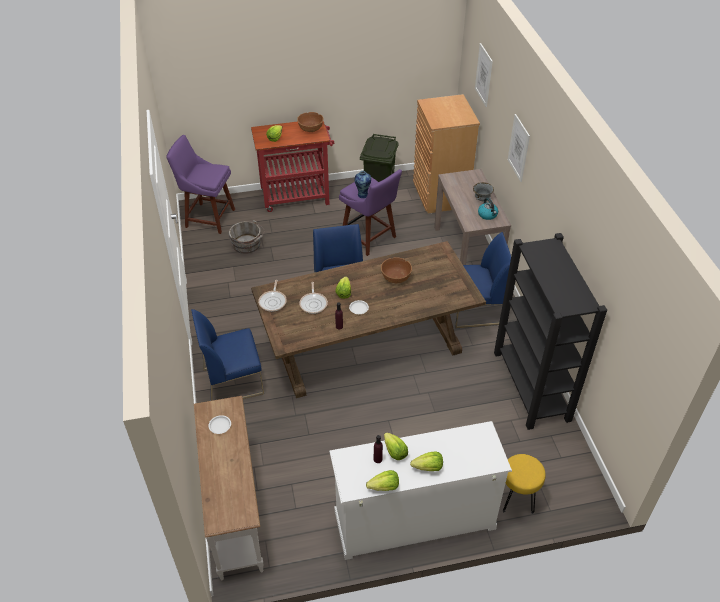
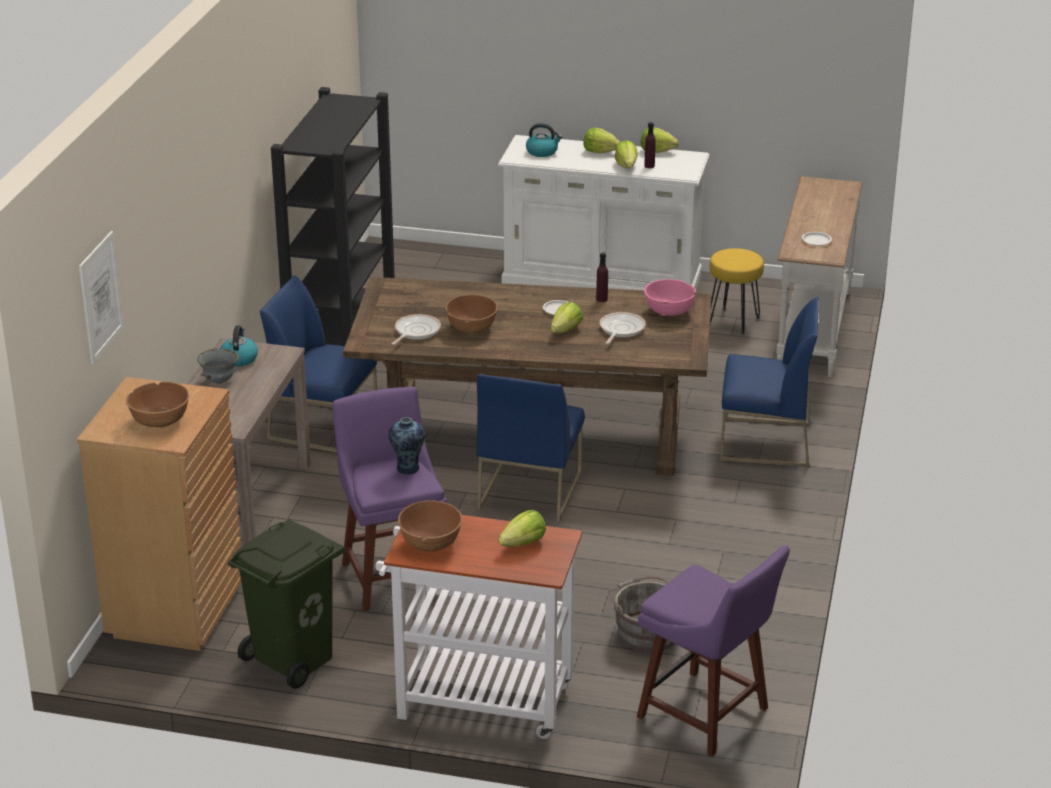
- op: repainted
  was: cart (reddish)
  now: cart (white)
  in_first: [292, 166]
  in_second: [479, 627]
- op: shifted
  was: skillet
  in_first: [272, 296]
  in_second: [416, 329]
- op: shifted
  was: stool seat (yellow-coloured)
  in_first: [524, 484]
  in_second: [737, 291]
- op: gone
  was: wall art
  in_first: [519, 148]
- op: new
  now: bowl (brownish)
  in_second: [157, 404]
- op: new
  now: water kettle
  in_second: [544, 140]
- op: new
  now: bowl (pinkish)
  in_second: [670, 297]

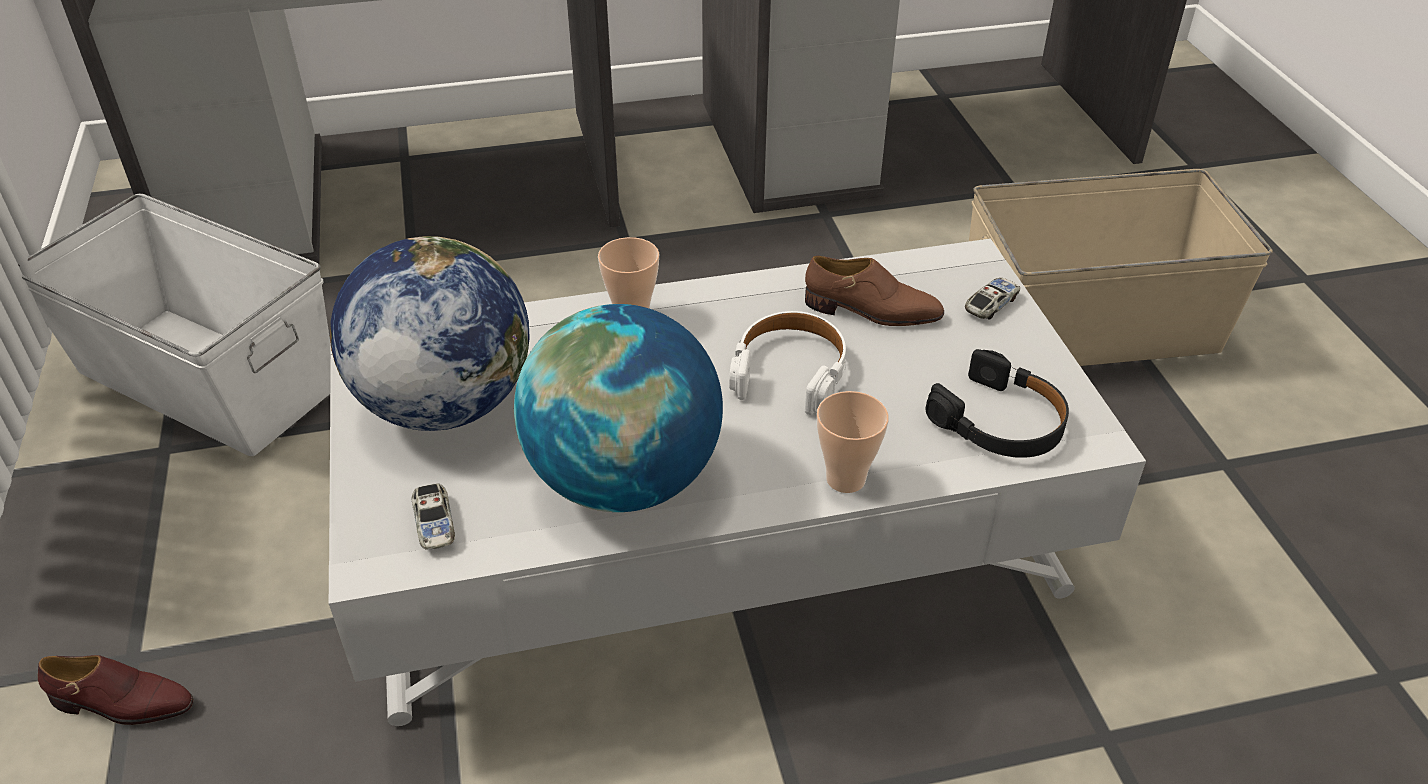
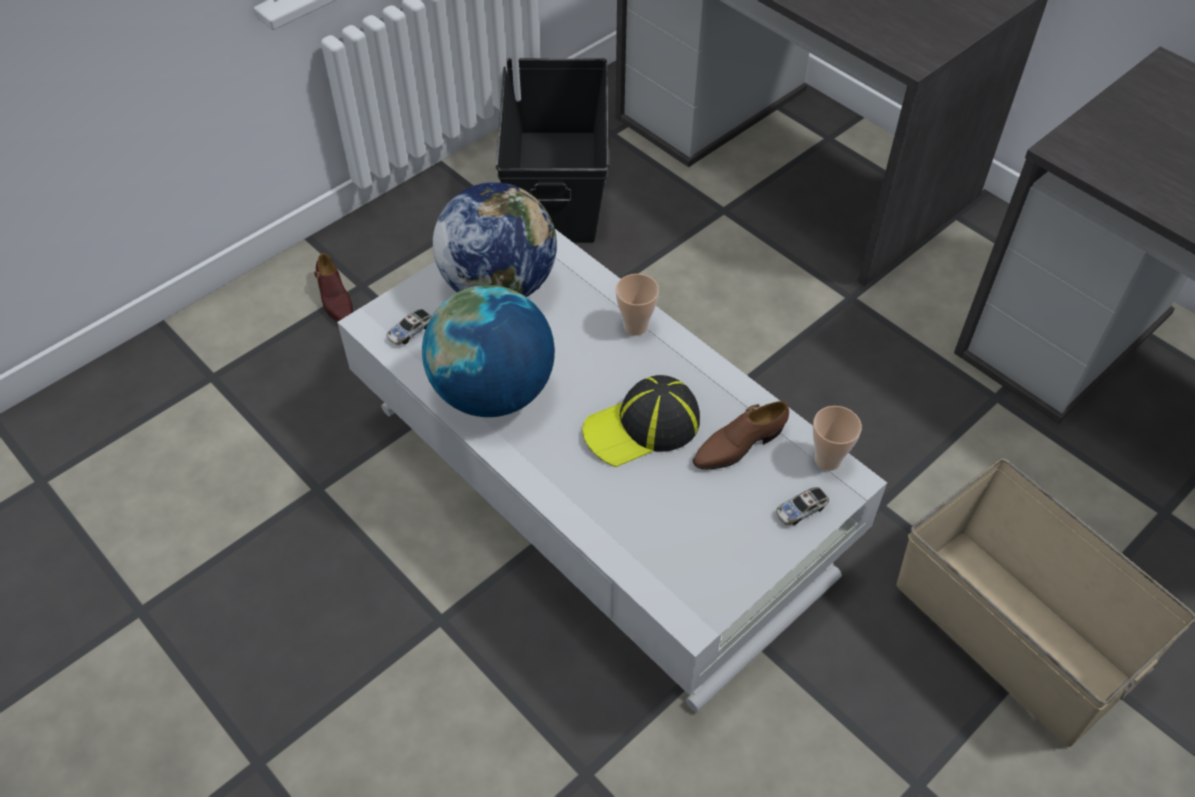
- op: repainted
  was: storage bin (white)
  now: storage bin (blackish)
  in_first: [174, 325]
  in_second: [552, 150]
- op: swapped
  was: headset (white)
  now: cap
  in_first: [787, 363]
  in_second: [641, 421]
- op: rotated
  was: low shoe (brownish)
  in_first: [874, 291]
  in_second: [741, 435]
  clockwise: 75
- op: shifted
  was: cup
  in_first: [853, 442]
  in_second: [837, 438]
- op: gone
  was: headset (blackish)
  in_first: [997, 403]
- op: rotated
  was: toy car
  in_first: [992, 299]
  in_second: [802, 506]
  clockwise: 135

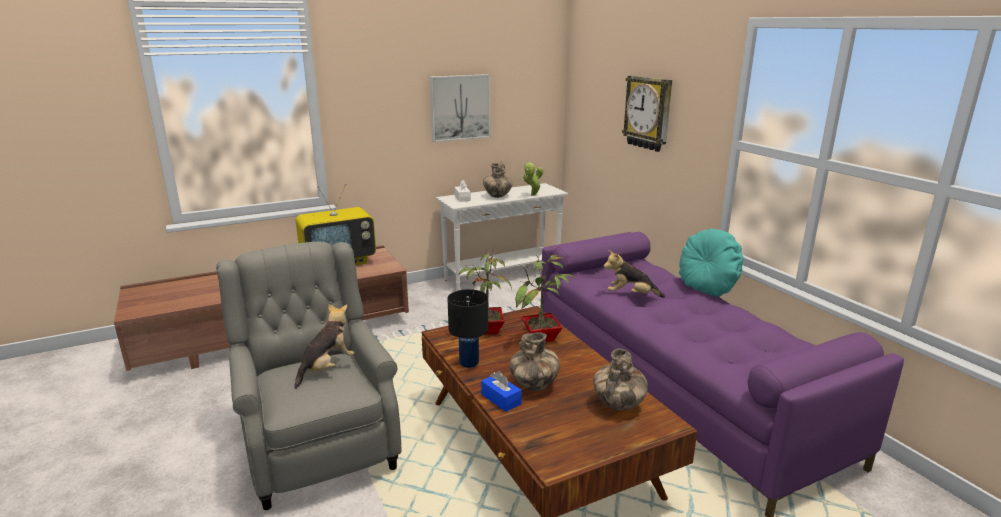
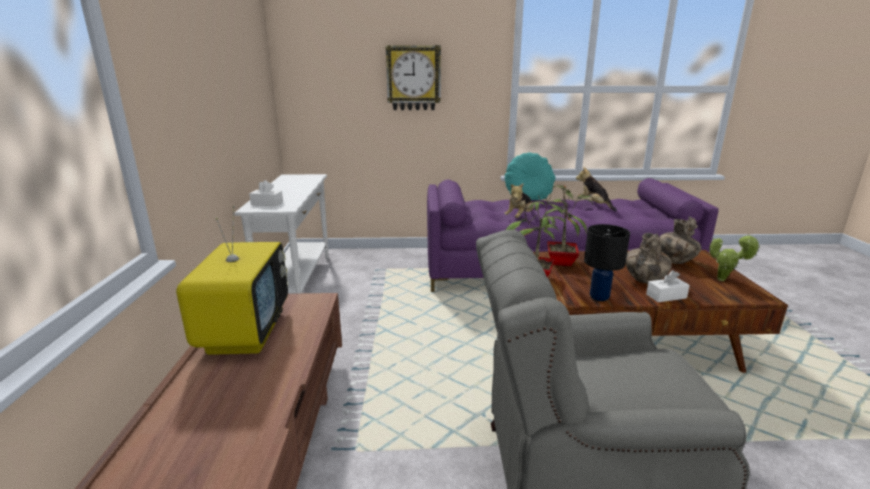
- op: shifted
  was: plush toy
  in_first: [324, 346]
  in_second: [596, 189]
- op: gone
  was: wall art
  in_first: [460, 108]
- op: repainted
  was: tissue box (blue-coloured)
  now: tissue box (white)
  in_first: [501, 391]
  in_second: [668, 286]
- op: gone
  was: flower vase
  in_first: [498, 180]
- op: shifted
  was: potted plant
  in_first: [533, 179]
  in_second: [735, 257]

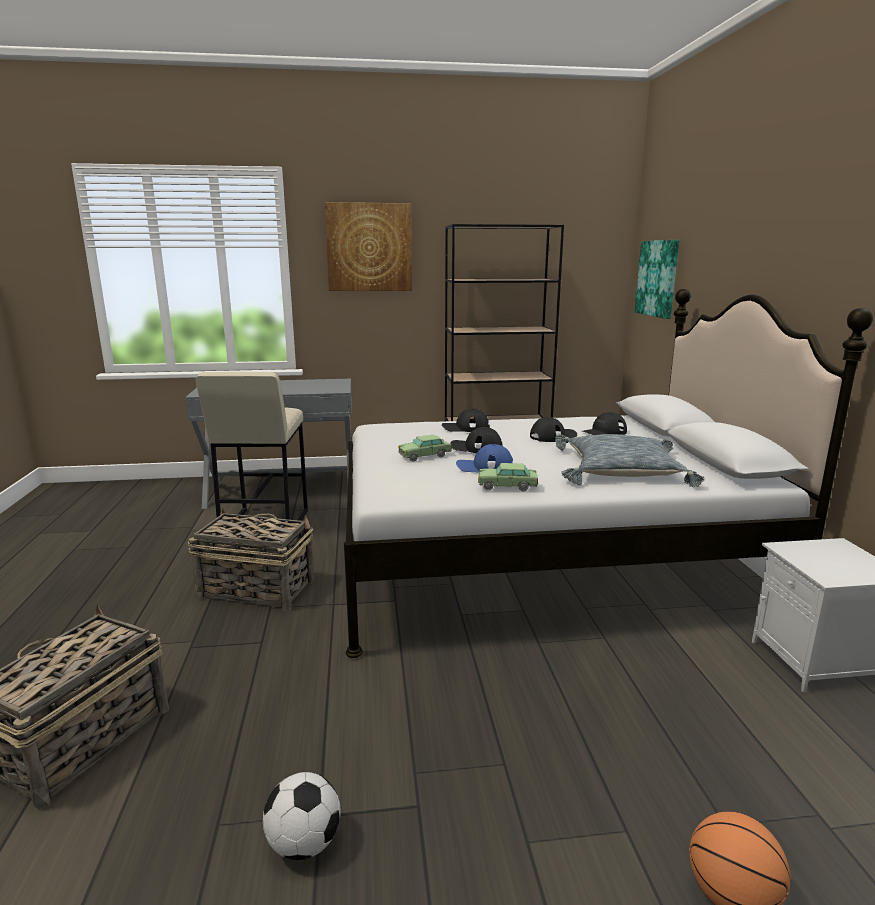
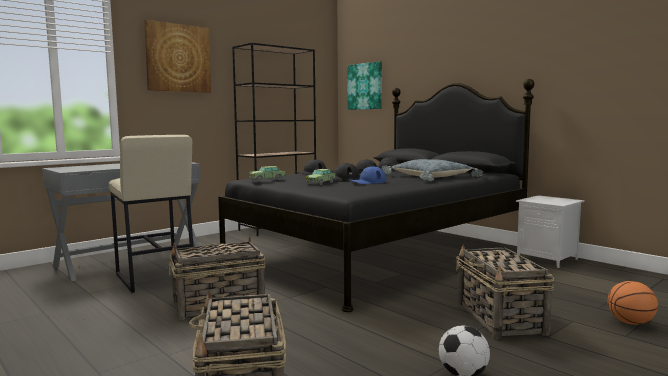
- op: repainted
  was: bedroom bed (white)
  now: bedroom bed (blackish)
  in_first: [608, 473]
  in_second: [376, 195]
- op: shifted
  was: toy car
  in_first: [508, 477]
  in_second: [267, 173]
- op: new
  now: storage basket
  in_second: [505, 291]

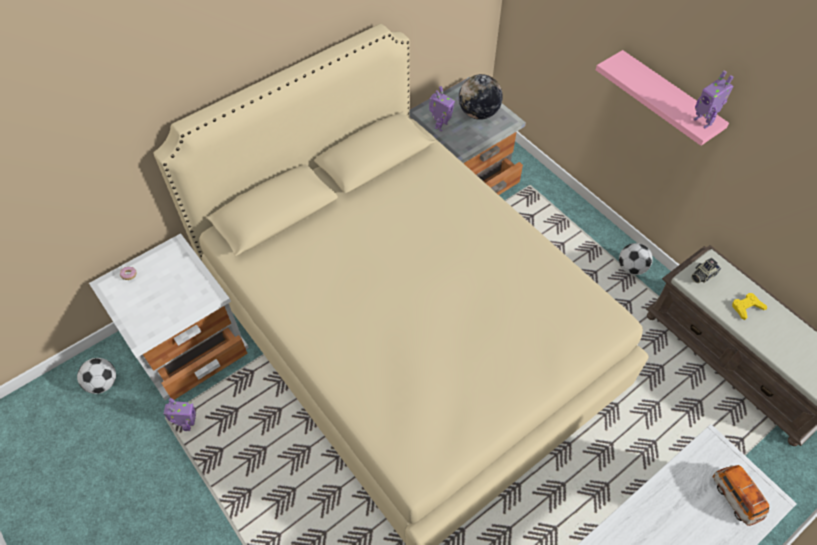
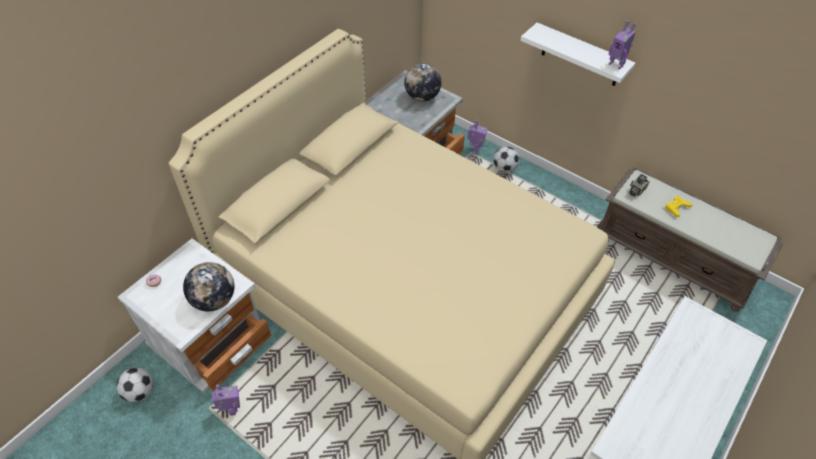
- op: shifted
  was: model robot
  in_first: [442, 109]
  in_second: [478, 137]
- op: repainted
  was: wall shelf (pinkish)
  now: wall shelf (white)
  in_first: [662, 98]
  in_second: [577, 54]
- op: shifted
  was: football ball
  in_first: [636, 259]
  in_second: [506, 159]
- op: gone
  was: toy car
  in_first: [741, 495]
- op: new
  now: desk globe
  in_second: [209, 286]

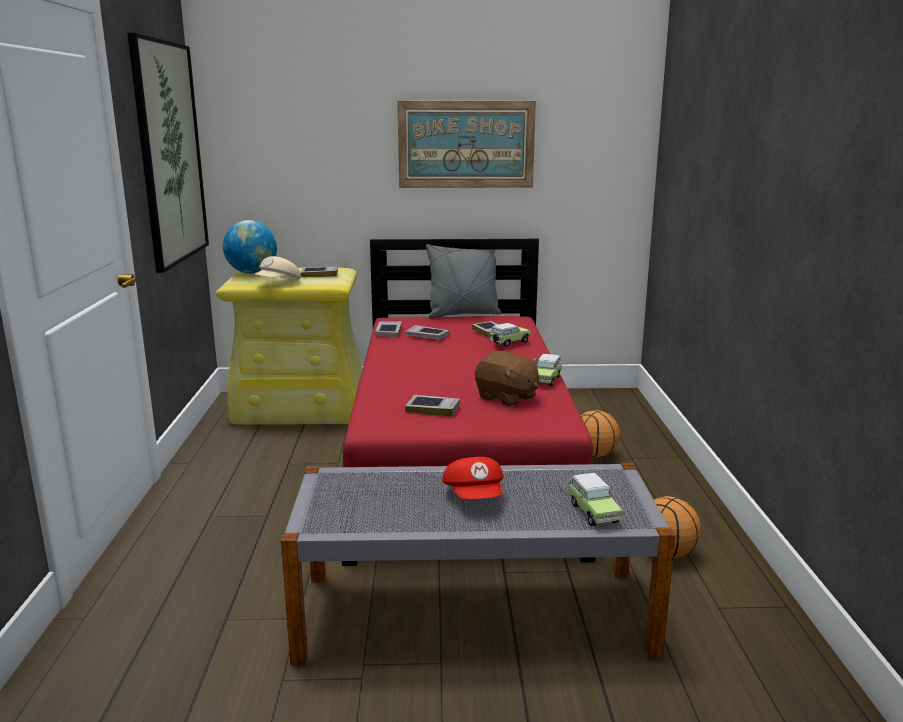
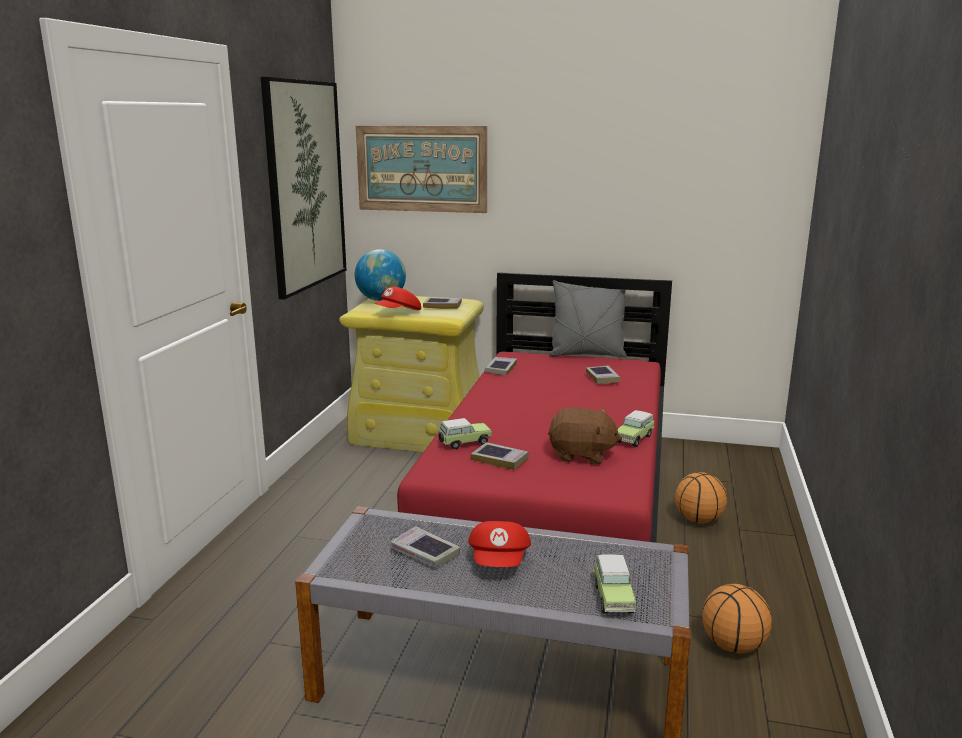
- op: repainted
  was: cap (beige)
  now: cap (reddish)
  in_first: [277, 268]
  in_second: [397, 298]
- op: shifted
  was: wall art
  in_first: [466, 144]
  in_second: [421, 169]
- op: shifted
  was: bound book
  in_first: [427, 332]
  in_second: [425, 547]
- op: rotated
  was: plush toy (brownish)
  in_first: [507, 379]
  in_second: [585, 435]
  clockwise: -45
- op: shifted
  was: toy car
  in_first: [510, 335]
  in_second: [465, 433]

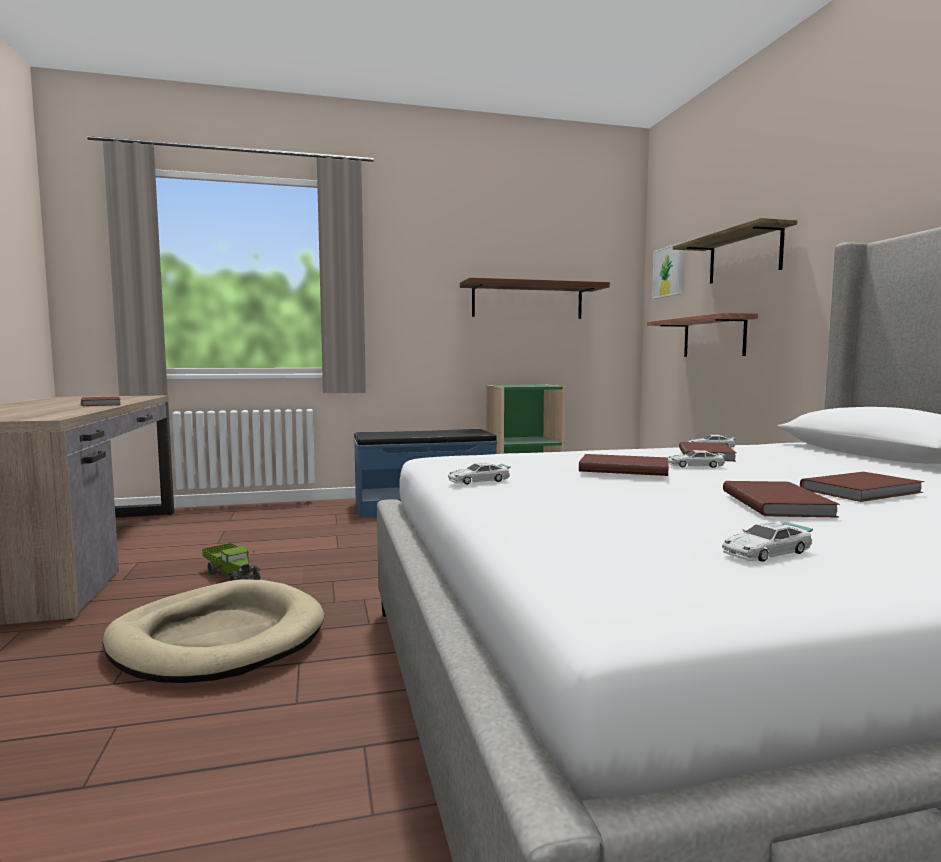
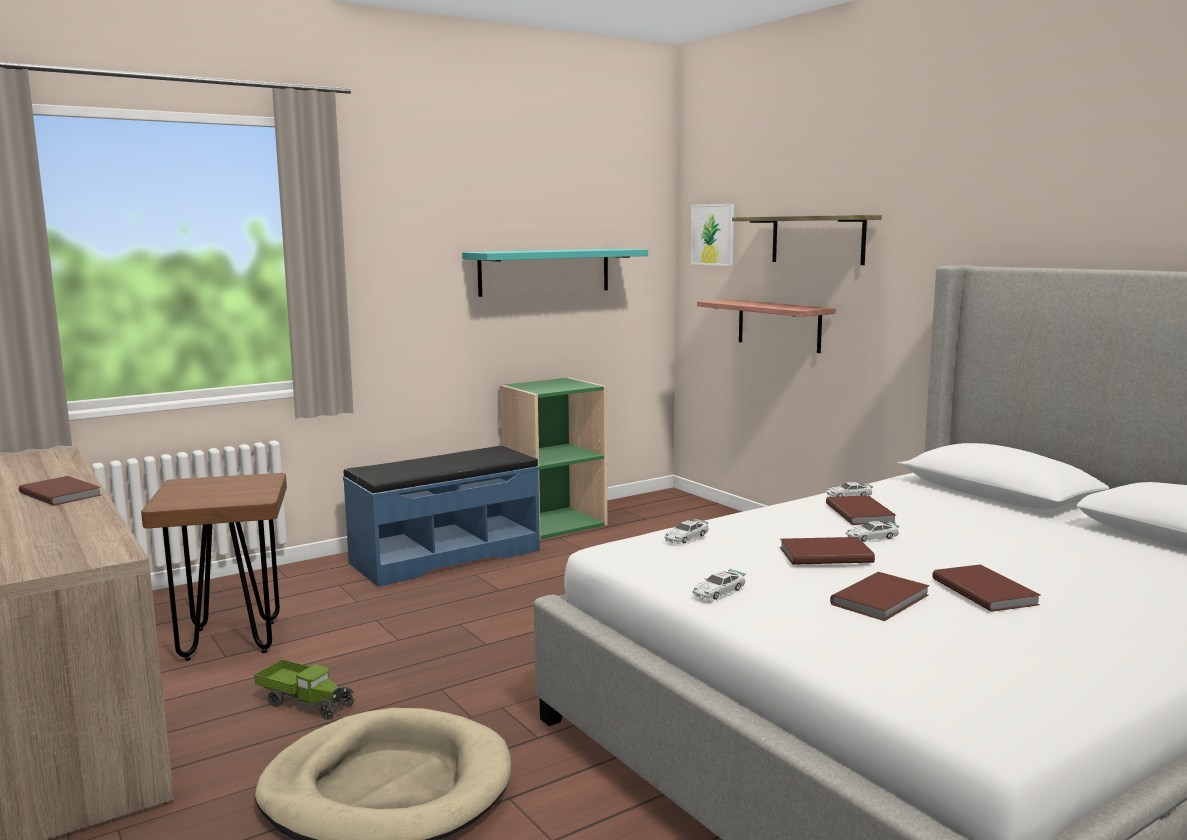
- op: repainted
  was: wall shelf (brownish)
  now: wall shelf (blue-green)
  in_first: [535, 298]
  in_second: [555, 273]
- op: shifted
  was: toy car
  in_first: [767, 542]
  in_second: [686, 531]
- op: shifted
  was: bound book (brownish)
  in_first: [862, 487]
  in_second: [880, 596]
- op: new
  now: stool seat (brownish)
  in_second: [214, 567]

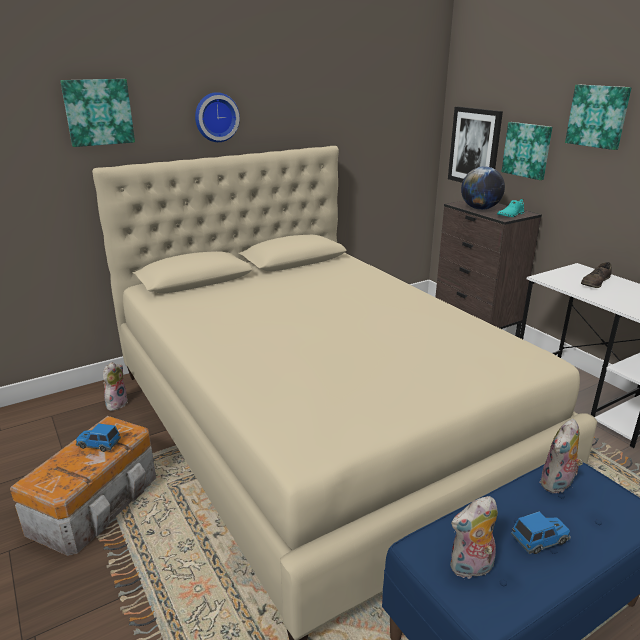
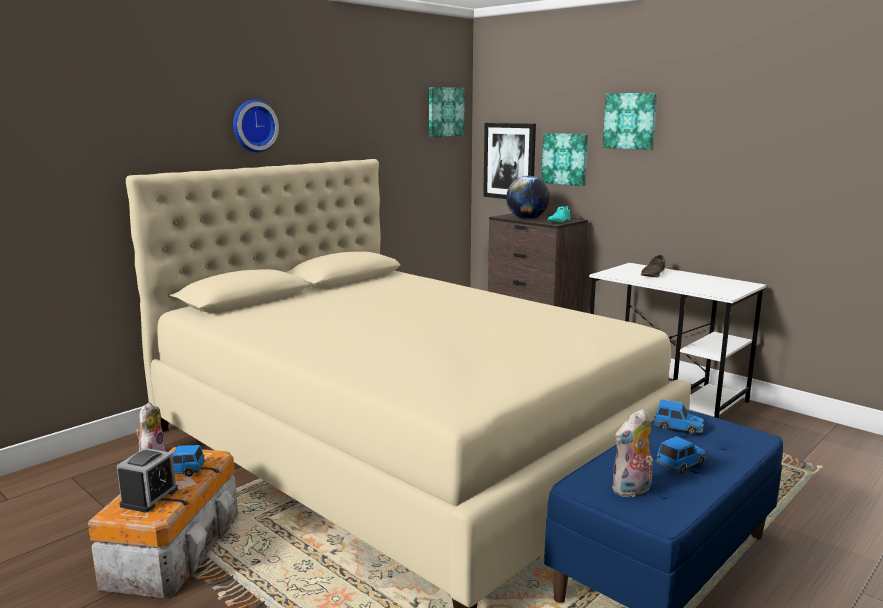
- op: shifted
  was: wall art
  in_first: [97, 113]
  in_second: [447, 112]
- op: swapped
  was: plush toy
  now: toy car
  in_first: [561, 456]
  in_second: [679, 416]
- op: new
  now: alarm clock
  in_second: [147, 480]

